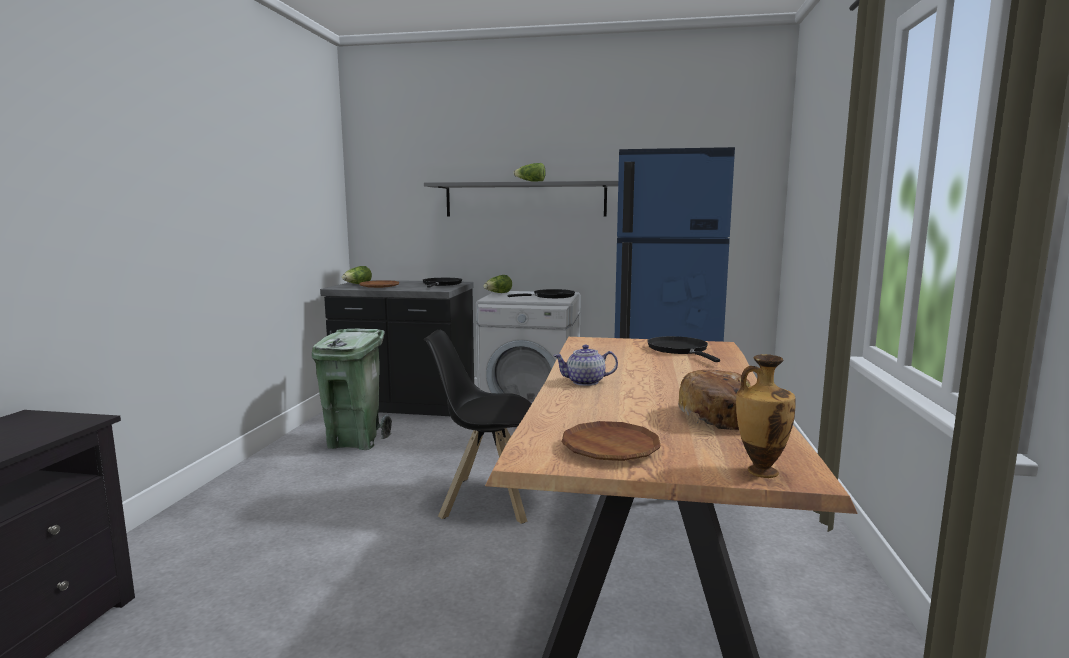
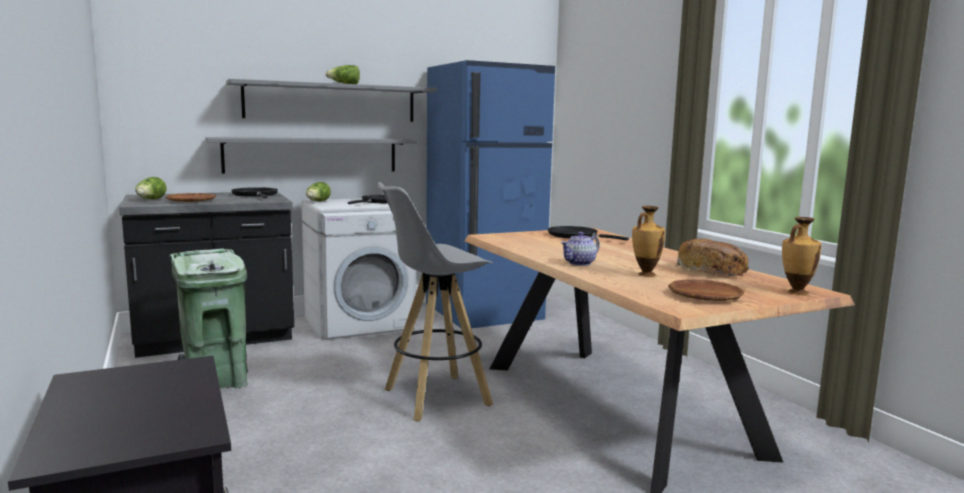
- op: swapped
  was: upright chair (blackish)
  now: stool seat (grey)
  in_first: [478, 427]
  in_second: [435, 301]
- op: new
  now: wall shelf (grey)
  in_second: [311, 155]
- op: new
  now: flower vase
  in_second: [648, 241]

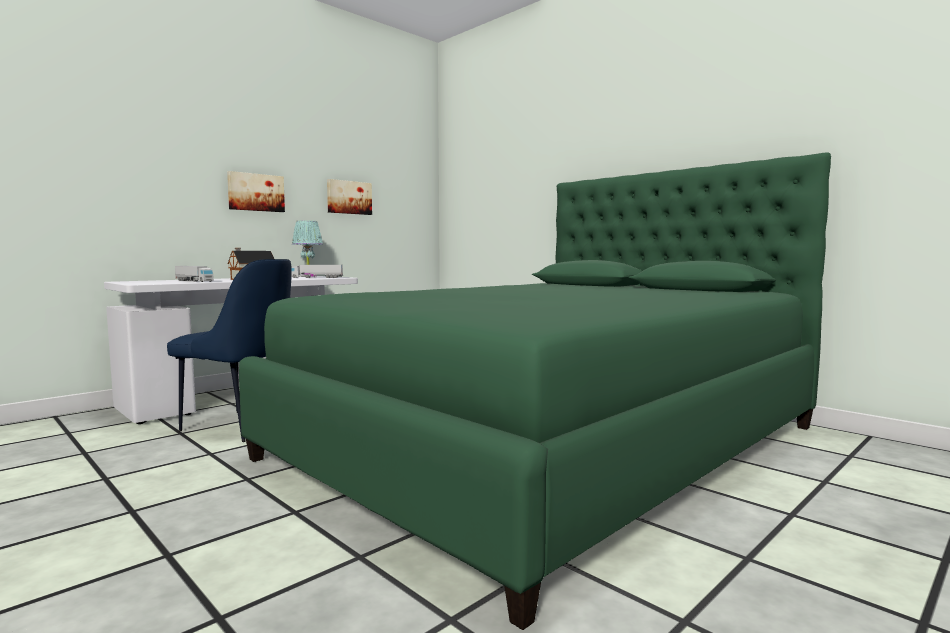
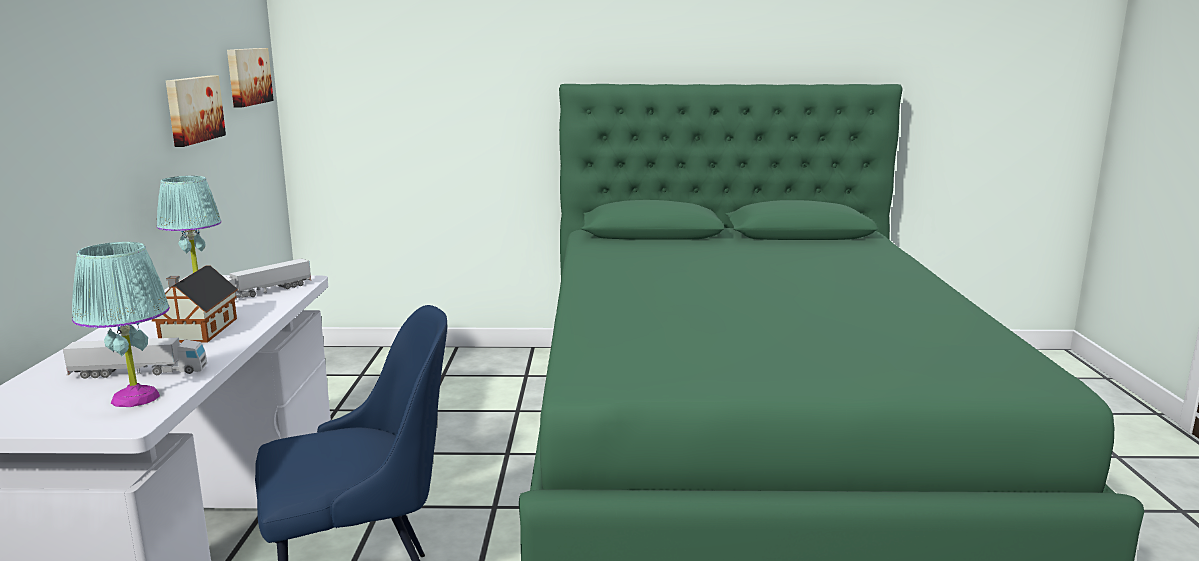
- op: shifted
  was: wall art
  in_first: [256, 191]
  in_second: [250, 78]
- op: new
  now: table lamp (blue-green)
  in_second: [121, 324]

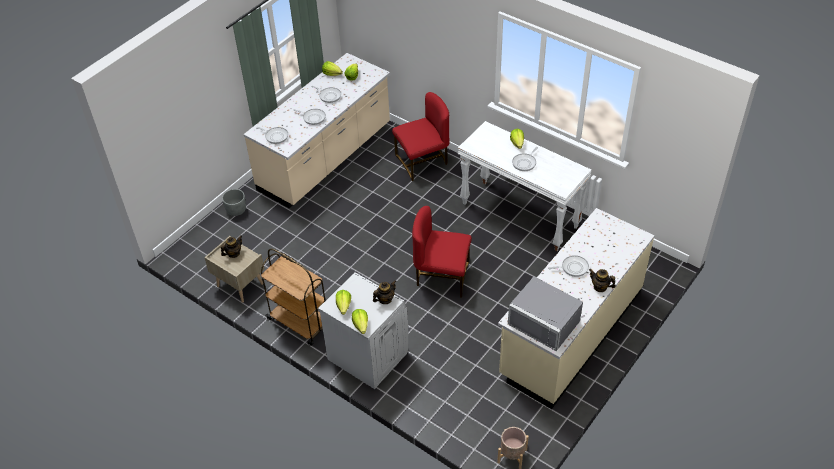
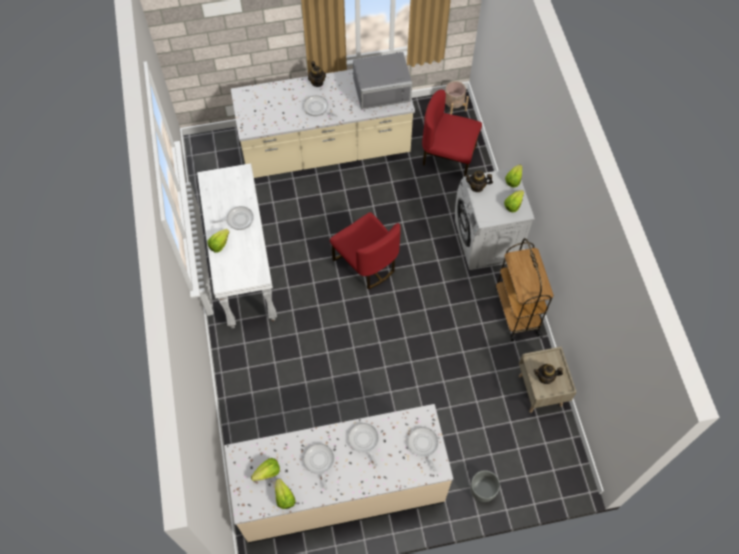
- op: shifted
  was: upright chair (reddish)
  in_first: [421, 136]
  in_second: [452, 133]
- op: rotated
  was: microwave (grey)
  in_first: [545, 313]
  in_second: [382, 81]
  clockwise: 90

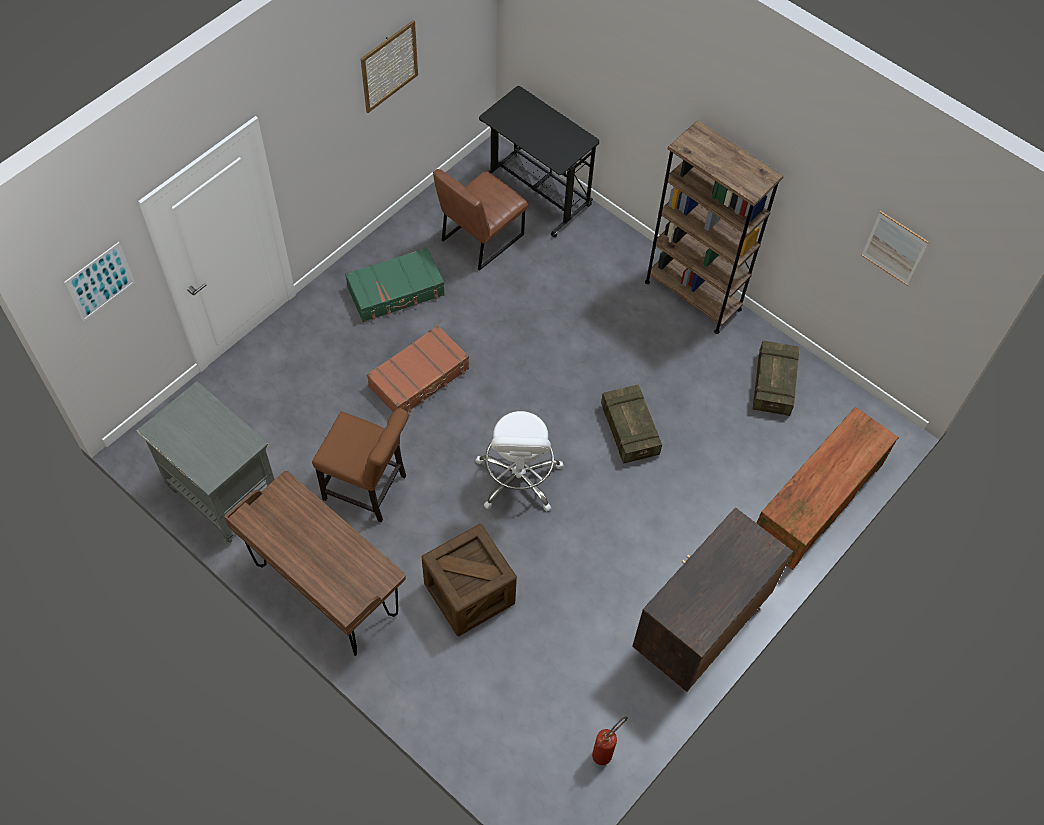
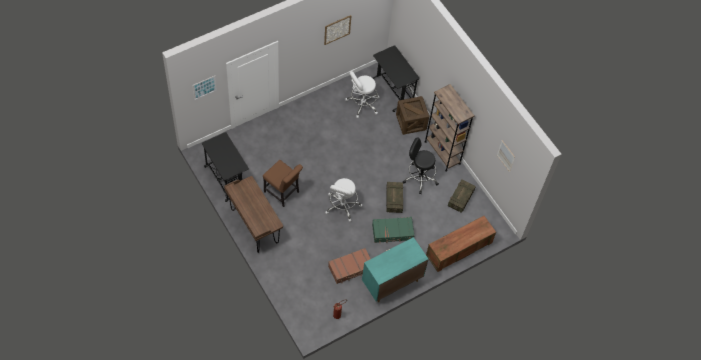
- op: swapped
  was: cart (grey)
  now: desk (blackish)
  in_first: [206, 462]
  in_second: [225, 167]
- op: shifted
  was: piece of luggage (greenish)
  in_first: [395, 284]
  in_second: [393, 230]
- op: shifted
  was: piece of luggage (brownish)
  in_first: [418, 369]
  in_second: [349, 266]
- op: shifted
  was: shipping crate
  in_first: [469, 580]
  in_second: [412, 115]
- op: swapped
  was: upright chair (brownish)
  now: stool seat (white)
  in_first: [480, 220]
  in_second: [362, 94]
- op: repainted
  was: storage cabinet (brownish)
  now: storage cabinet (blue-green)
  in_first: [712, 599]
  in_second: [395, 269]
- op: new
  now: stool seat (blackish)
  in_second: [421, 165]

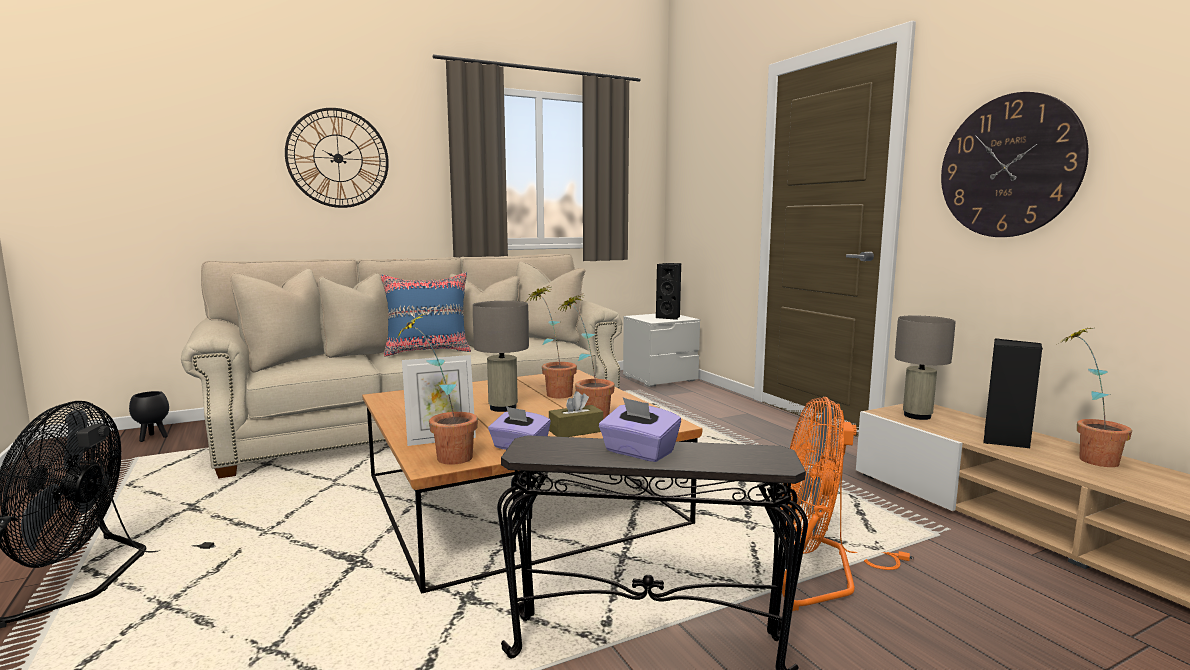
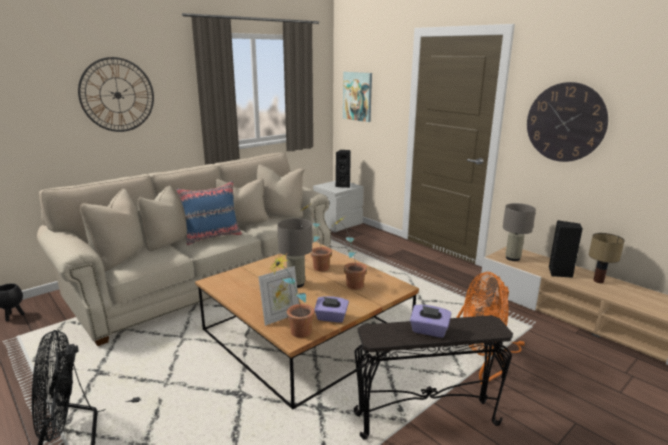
- op: gone
  was: tissue box (brownish)
  in_first: [576, 414]
- op: swapped
  was: potted plant
  now: table lamp
  in_first: [1097, 397]
  in_second: [607, 258]
- op: new
  now: wall art
  in_second: [357, 97]

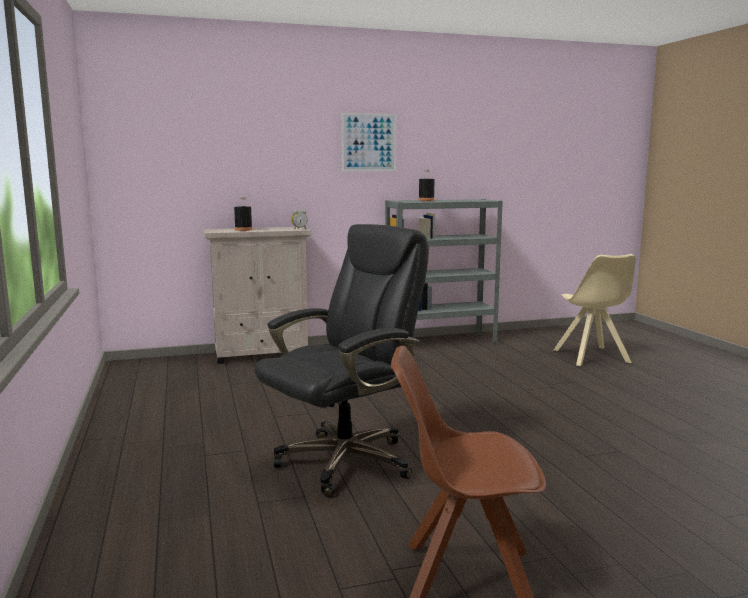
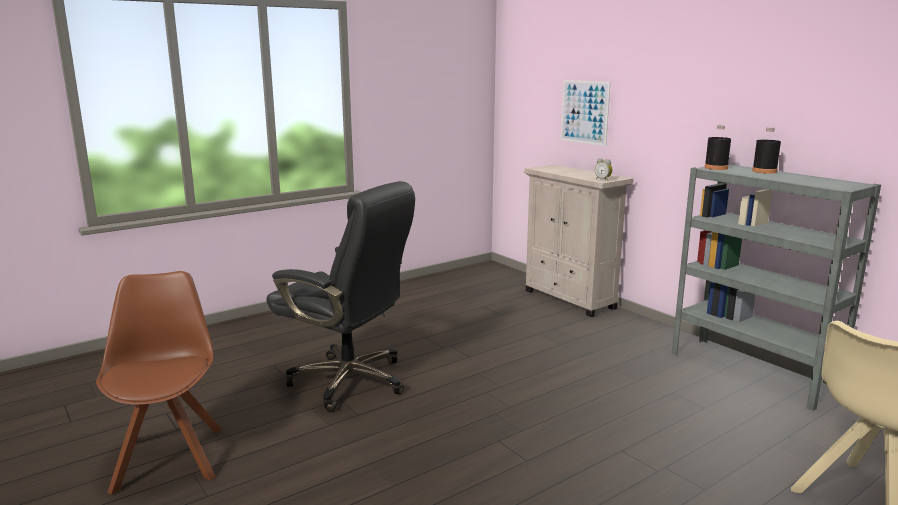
- op: shifted
  was: bottle (blackish)
  in_first: [243, 214]
  in_second: [718, 147]
- op: shifted
  was: wall art
  in_first: [369, 142]
  in_second: [586, 113]

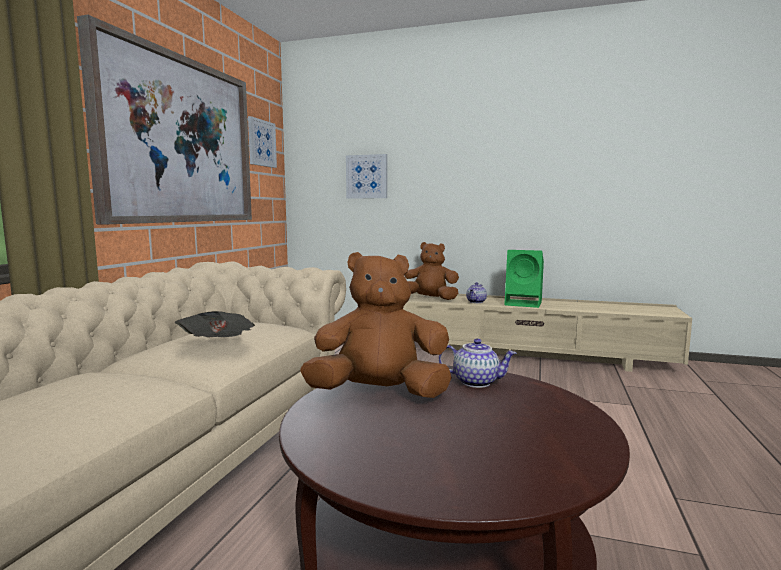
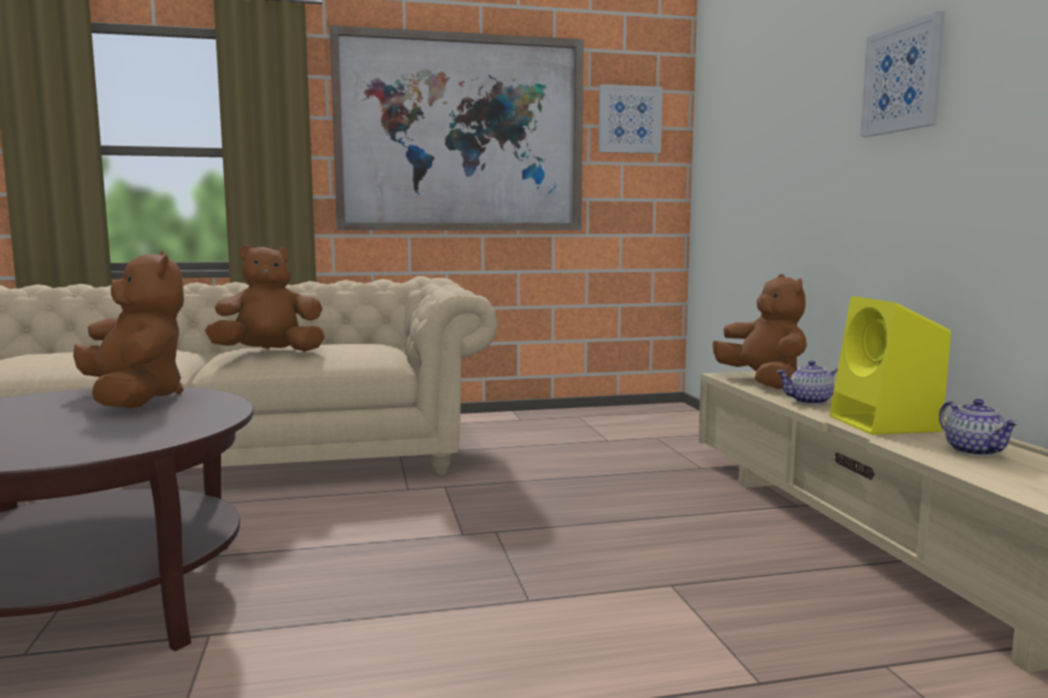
- op: swapped
  was: daily paper
  now: plush toy (brownish)
  in_first: [214, 324]
  in_second: [265, 298]
- op: shifted
  was: wall art
  in_first: [366, 176]
  in_second: [902, 74]
- op: shifted
  was: tea pot
  in_first: [478, 363]
  in_second: [979, 428]
- op: repainted
  was: audio speaker (greenish)
  now: audio speaker (yellow-coloured)
  in_first: [524, 279]
  in_second: [890, 365]

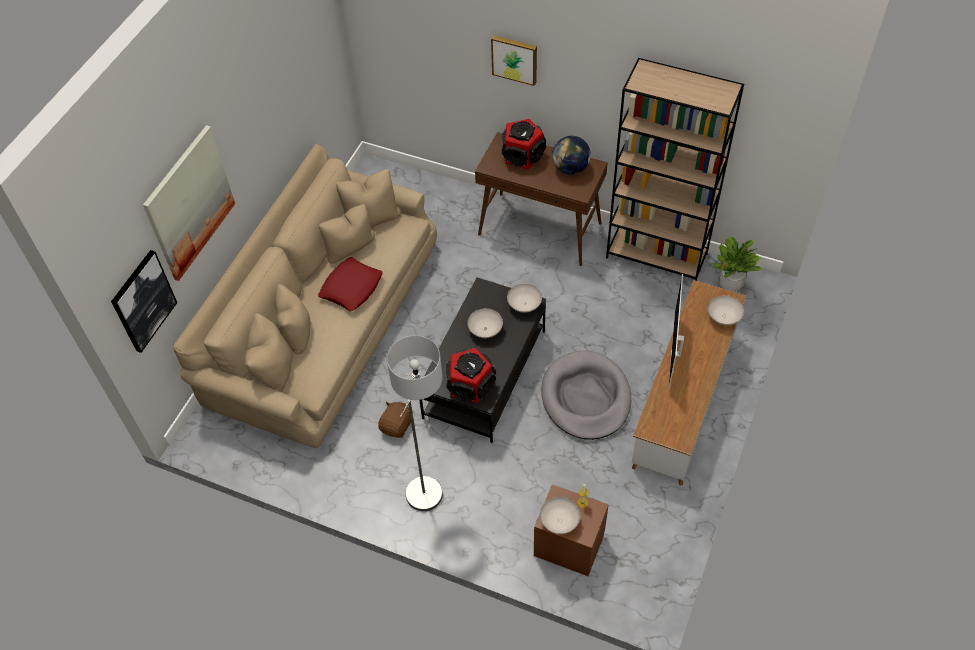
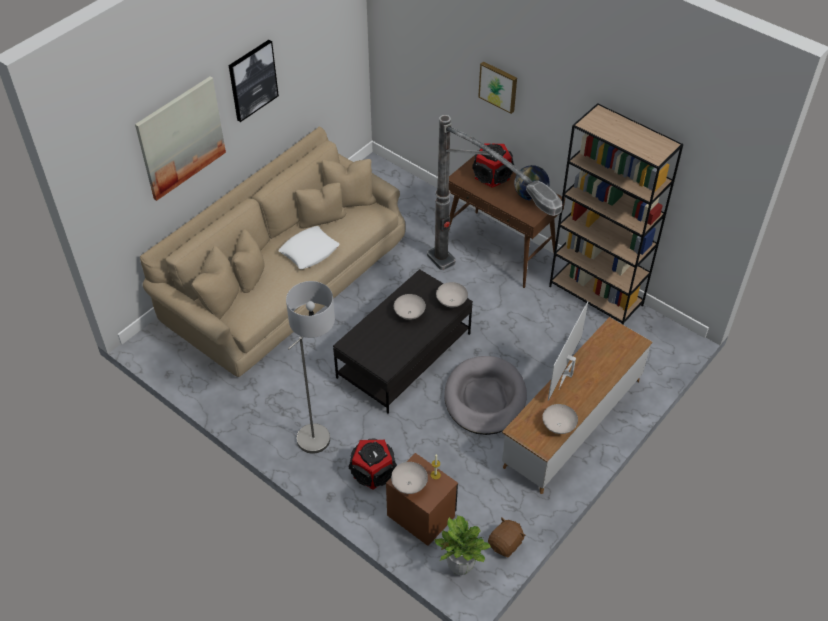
- op: shifted
  was: wall art
  in_first: [144, 301]
  in_second: [254, 81]
- op: repainted
  was: cushion (reddish)
  now: cushion (white)
  in_first: [350, 284]
  in_second: [309, 247]
- op: shifted
  was: plush toy (brownish)
  in_first: [395, 420]
  in_second: [507, 537]
- op: shifted
  was: audio speaker
  in_first: [471, 375]
  in_second: [373, 464]
- op: shifted
  was: bowl (white)
  in_first: [726, 310]
  in_second: [560, 419]
- op: shifted
  was: potted plant
  in_first: [736, 265]
  in_second: [462, 545]
- op: new
  now: standing lamp
  in_second: [494, 192]

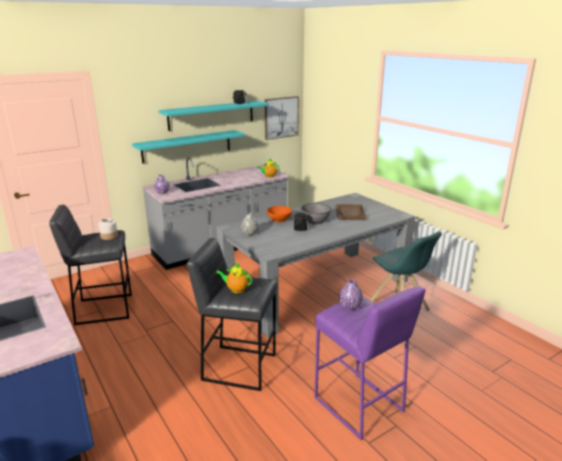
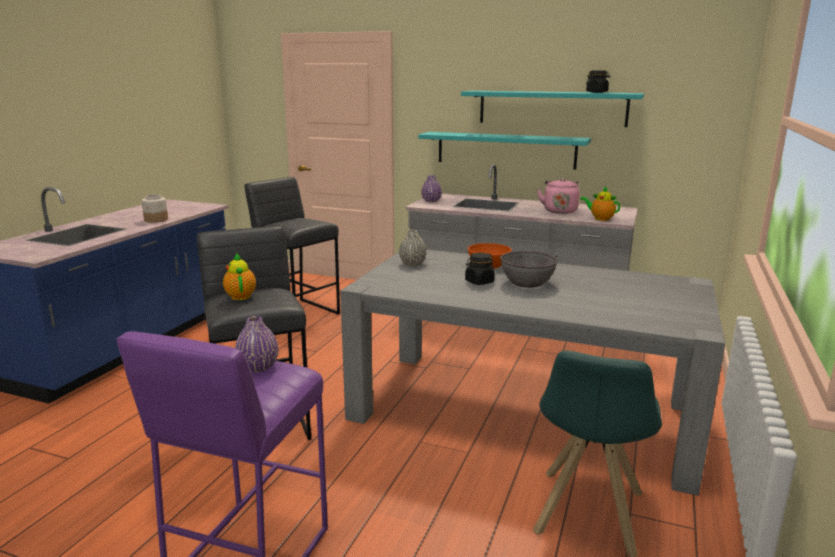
- op: shifted
  was: preserve jar
  in_first: [108, 229]
  in_second: [154, 208]
- op: gone
  was: wall art
  in_first: [282, 118]
- op: gone
  was: carrying tray (brownish)
  in_first: [351, 212]
- op: new
  now: water kettle (pinkish)
  in_second: [558, 196]

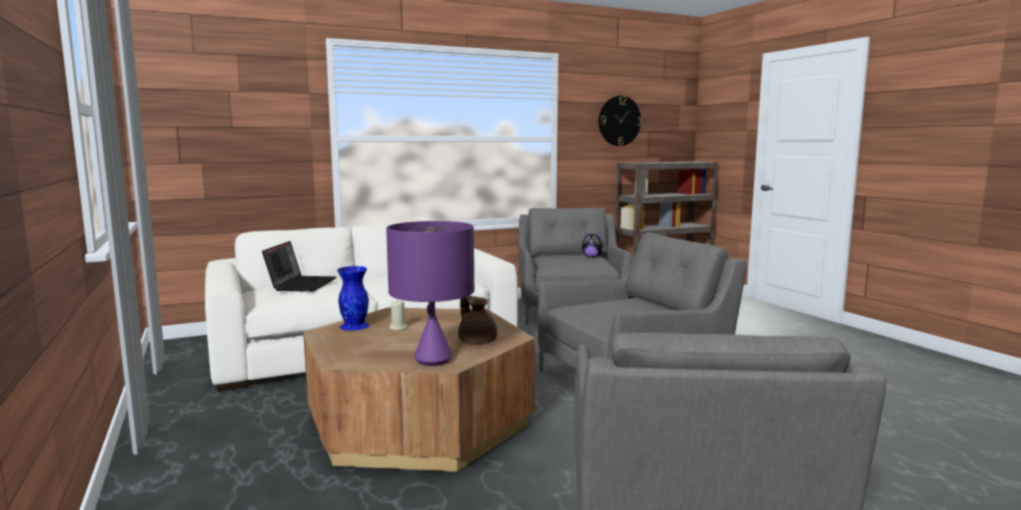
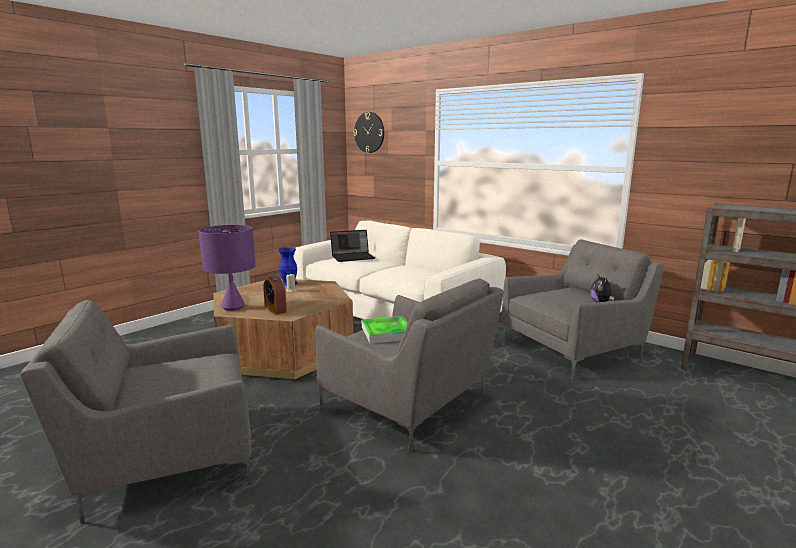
- op: swapped
  was: tea pot (brownish)
  now: alarm clock
  in_first: [477, 320]
  in_second: [275, 295]
- op: shifted
  was: clock on the wall
  in_first: [620, 121]
  in_second: [369, 132]
- op: new
  now: carrying tray
  in_second: [385, 330]

